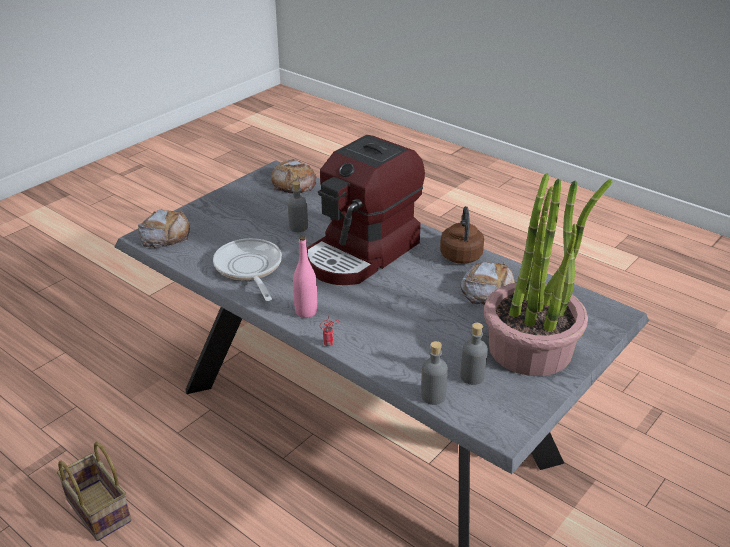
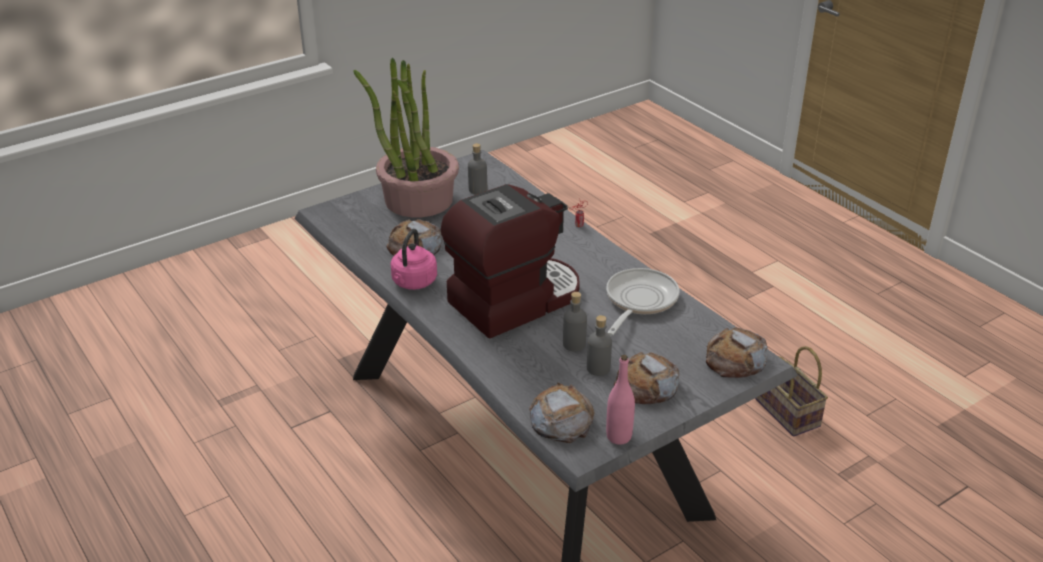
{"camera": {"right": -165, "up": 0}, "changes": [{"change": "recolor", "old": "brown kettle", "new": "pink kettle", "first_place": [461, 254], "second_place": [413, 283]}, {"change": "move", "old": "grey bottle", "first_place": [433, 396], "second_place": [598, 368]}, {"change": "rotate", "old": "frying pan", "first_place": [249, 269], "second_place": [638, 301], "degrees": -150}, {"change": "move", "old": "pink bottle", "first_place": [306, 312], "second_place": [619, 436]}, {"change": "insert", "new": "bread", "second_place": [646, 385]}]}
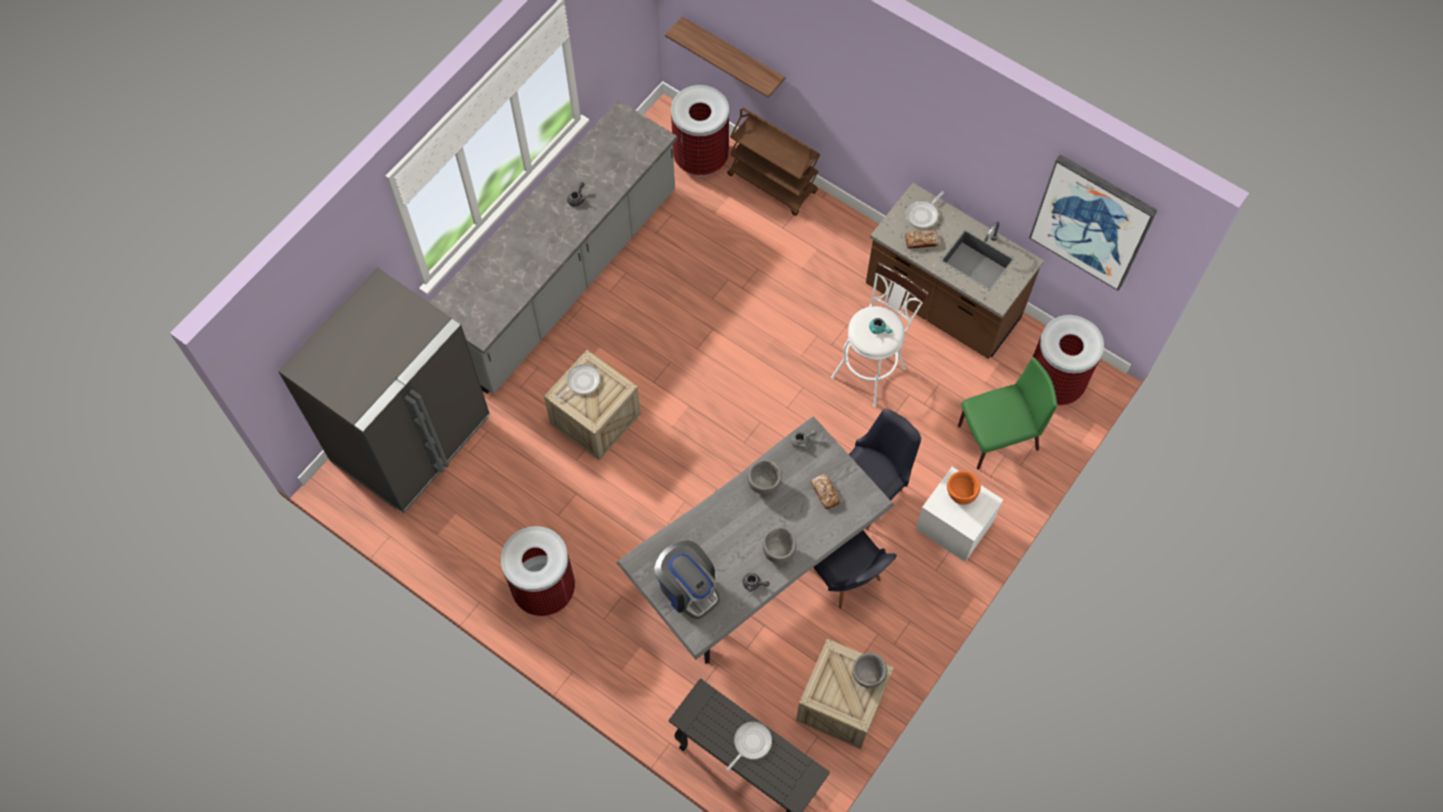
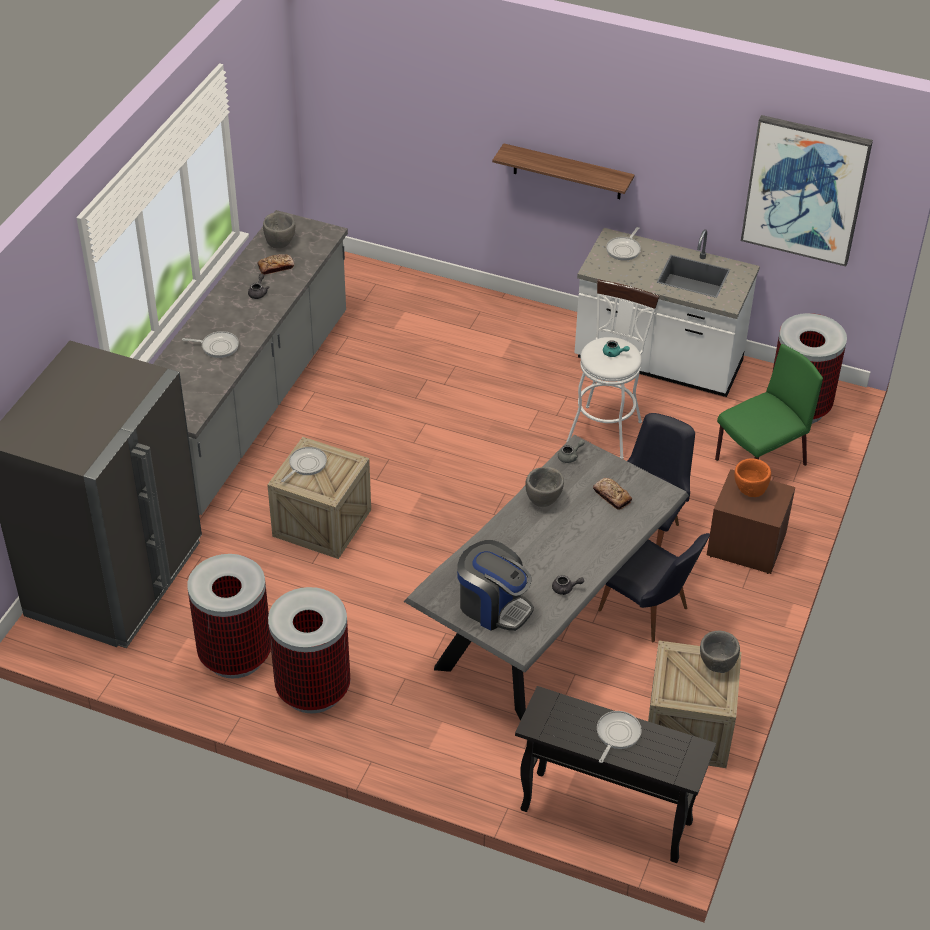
{"camera": {"right": -15, "up": -20}, "changes": [{"change": "insert", "new": "frying pan", "second_place": [217, 346]}, {"change": "move", "old": "trash can", "first_place": [700, 158], "second_place": [235, 655]}, {"change": "move", "old": "bread", "first_place": [921, 241], "second_place": [276, 267]}, {"change": "move", "old": "grey bowl", "first_place": [778, 552], "second_place": [280, 243]}, {"change": "move", "old": "shelf", "first_place": [733, 55], "second_place": [567, 172]}, {"change": "recolor", "old": "brown counter", "new": "white counter", "first_place": [941, 305], "second_place": [658, 363]}, {"change": "recolor", "old": "white nightstand", "new": "brown nightstand", "first_place": [954, 526], "second_place": [746, 545]}, {"change": "delete", "old": "brown cart", "first_place": [773, 184]}]}
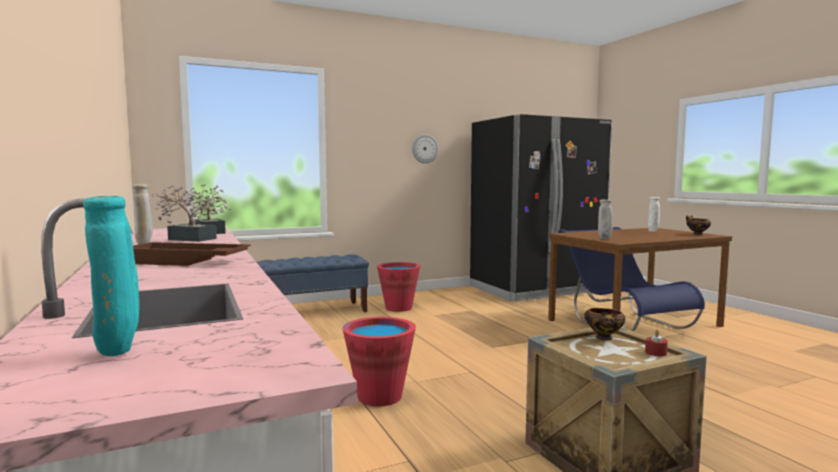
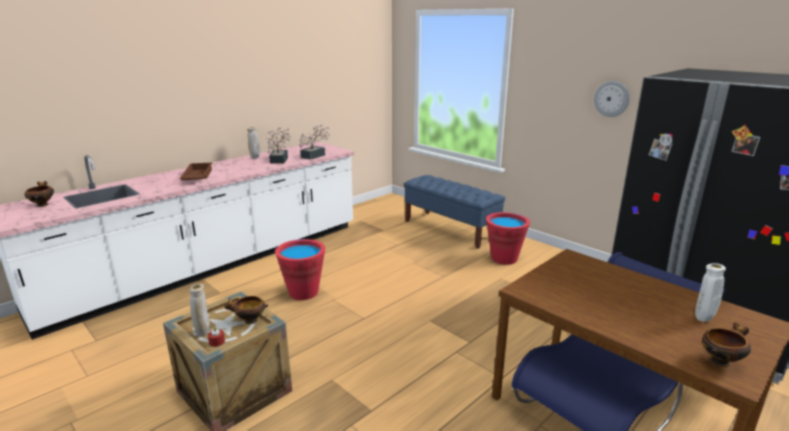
{"camera": {"right": 70, "up": 15}, "changes": [{"change": "replace", "old": "turquoise vase", "new": "bowl", "first_place": [118, 352], "second_place": [42, 205]}, {"change": "move", "old": "beige vase", "first_place": [604, 239], "second_place": [203, 333]}]}
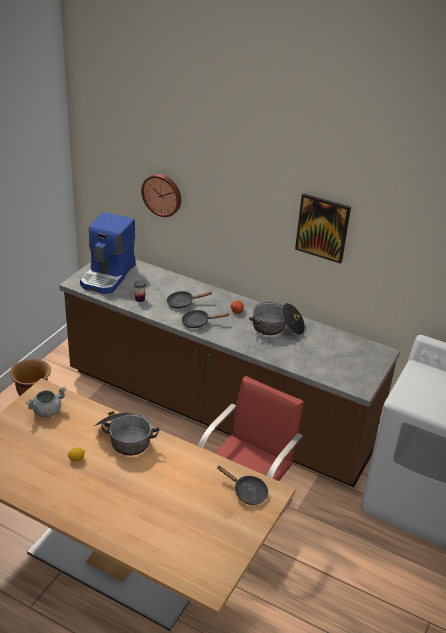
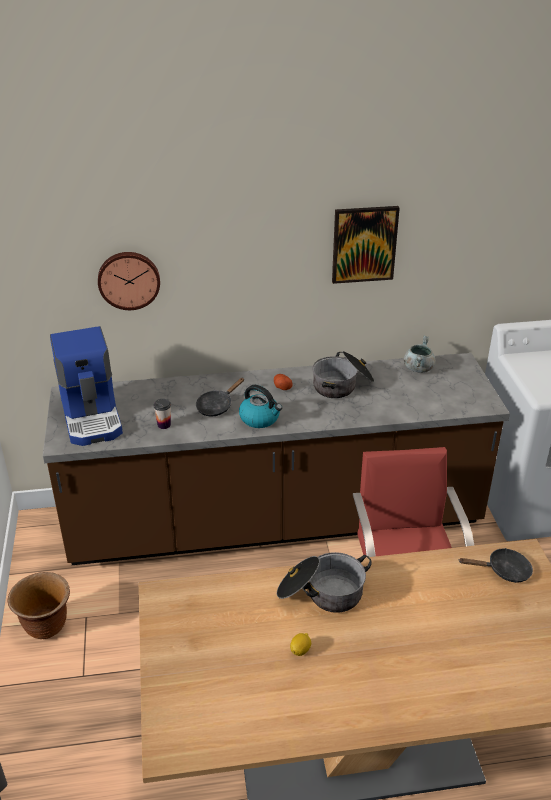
{"camera": {"right": -35, "up": 0}, "changes": [{"change": "replace", "old": "black frying pan", "new": "kettle", "first_place": [198, 322], "second_place": [260, 418]}, {"change": "move", "old": "grey cooking pot", "first_place": [47, 411], "second_place": [418, 368]}]}
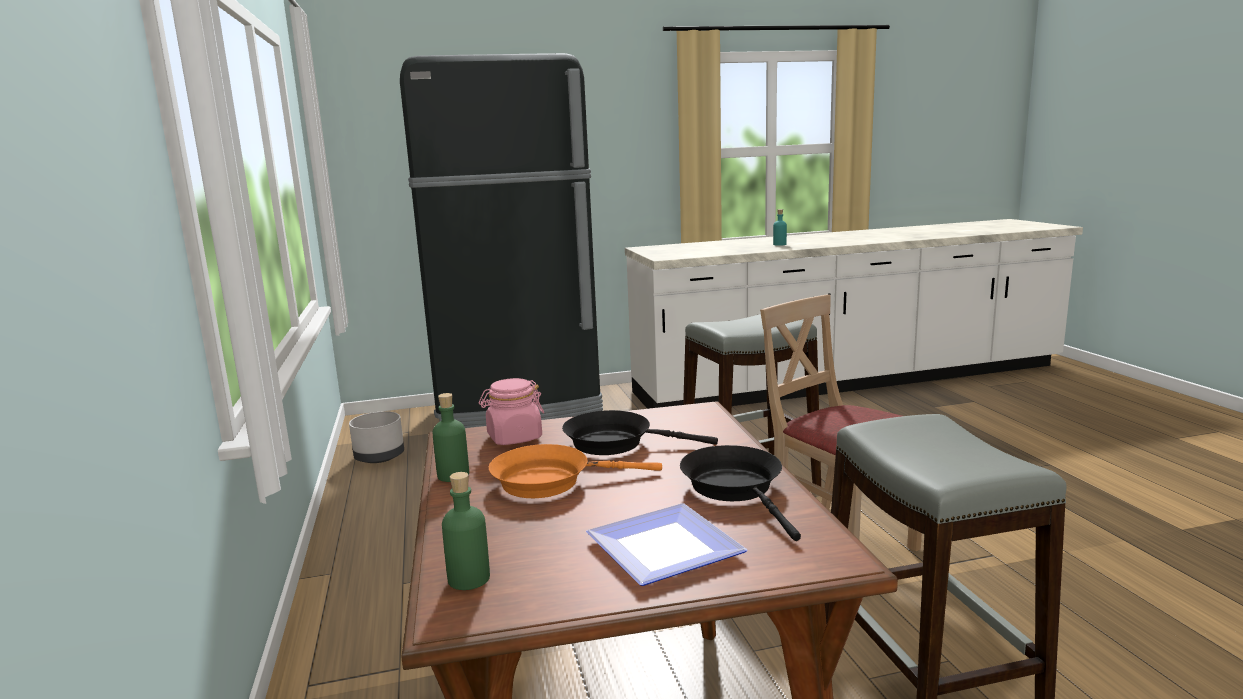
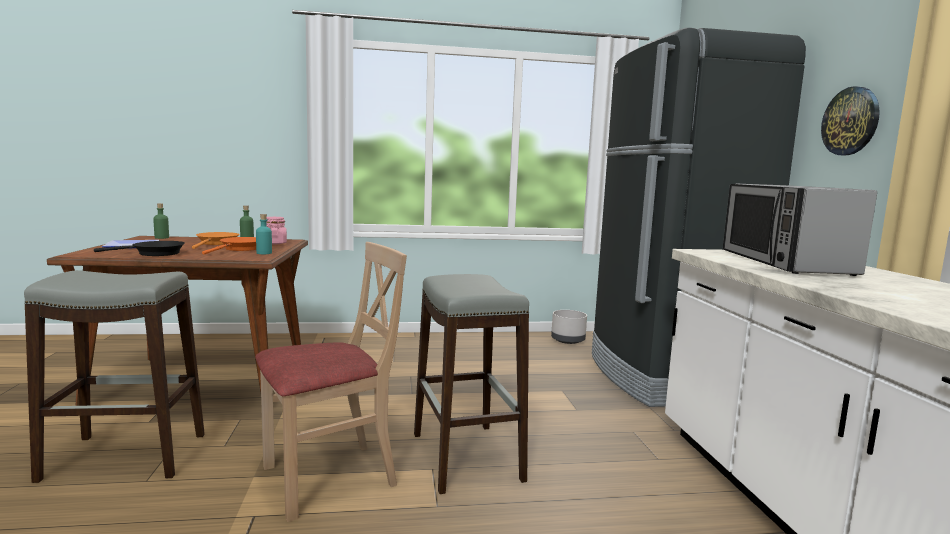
{"camera": {"right": 95, "up": -5}, "changes": [{"change": "recolor", "old": "black frying pan", "new": "orange frying pan", "first_place": [615, 443], "second_place": [240, 249]}, {"change": "move", "old": "turquoise bottle", "first_place": [779, 244], "second_place": [264, 253]}, {"change": "insert", "new": "microwave", "second_place": [784, 262]}, {"change": "insert", "new": "wall clock", "second_place": [850, 121]}]}
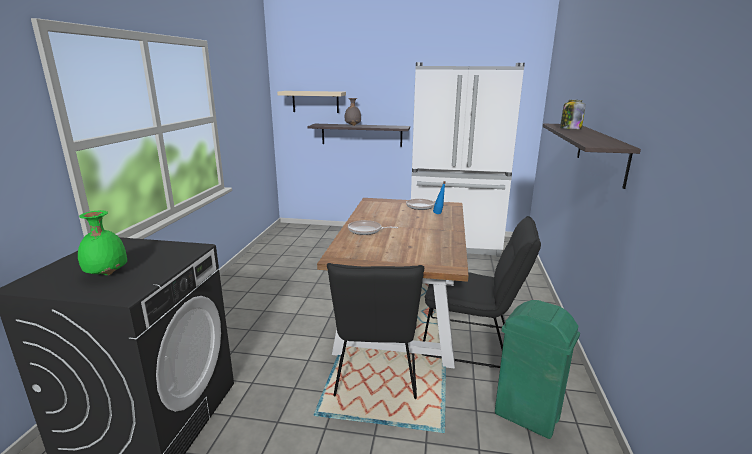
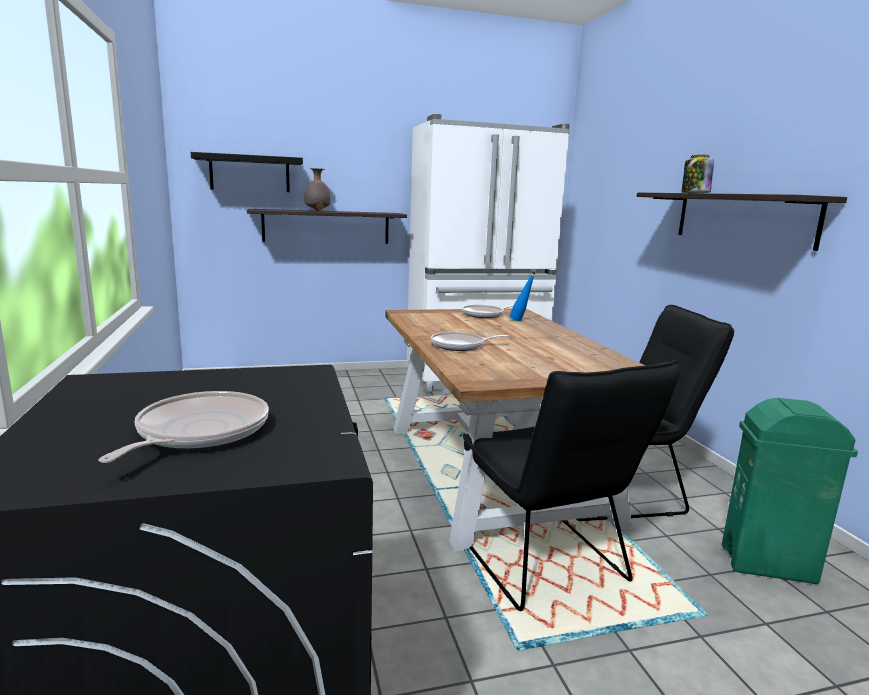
{"camera": {"right": -25, "up": -5}, "changes": [{"change": "replace", "old": "green vase", "new": "frying pan", "first_place": [106, 274], "second_place": [198, 432]}, {"change": "recolor", "old": "beige shelf", "new": "black shelf", "first_place": [315, 101], "second_place": [250, 173]}]}
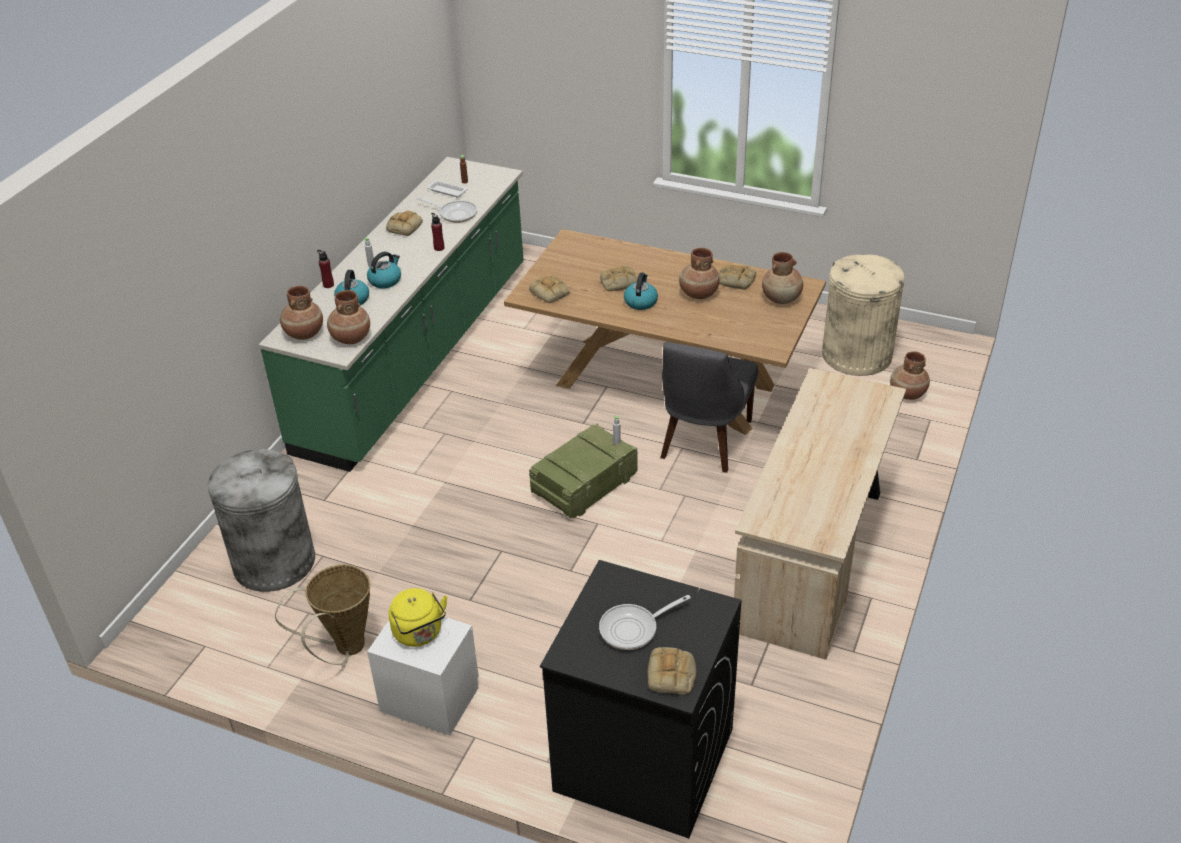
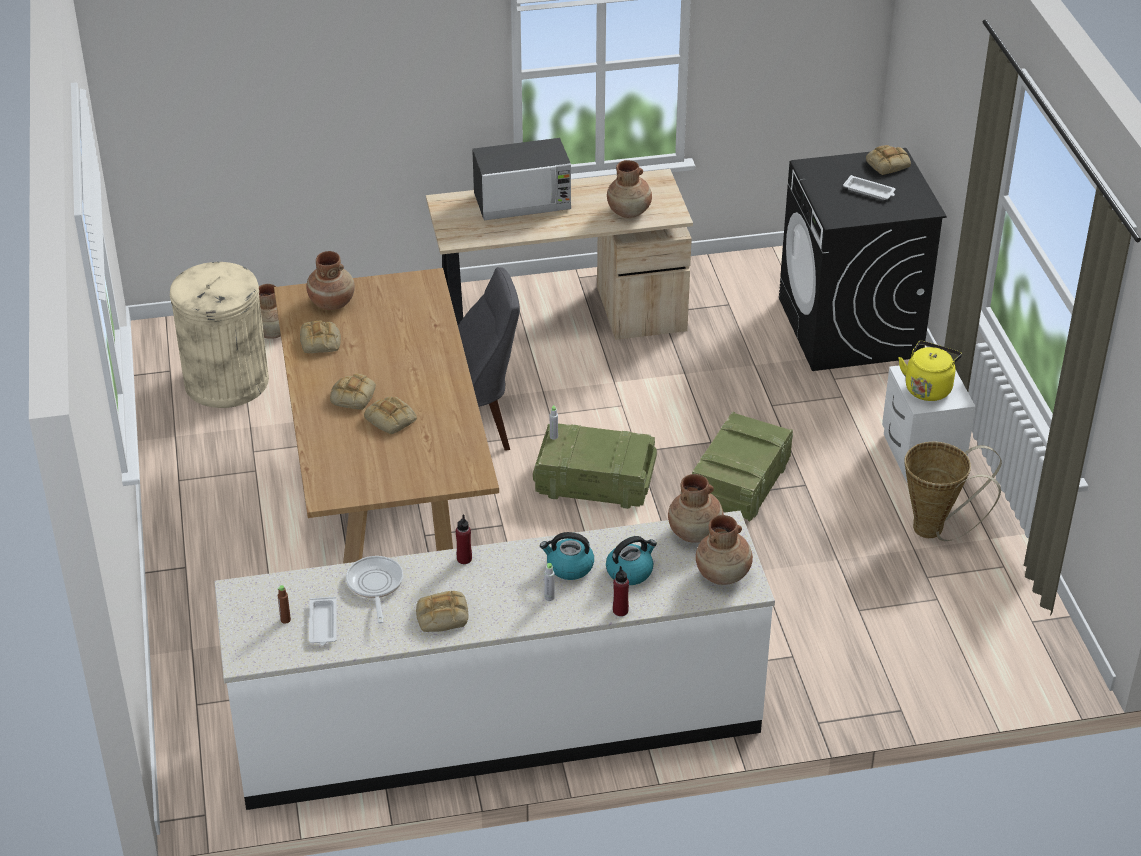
{"camera": {"right": -125, "up": 0}, "changes": [{"change": "recolor", "old": "green counter", "new": "white counter", "first_place": [417, 357], "second_place": [497, 723]}, {"change": "move", "old": "bread", "first_place": [550, 293], "second_place": [352, 395]}, {"change": "insert", "new": "microwave", "second_place": [523, 202]}, {"change": "move", "old": "brown vase", "first_place": [698, 294], "second_place": [629, 211]}, {"change": "insert", "new": "crate", "second_place": [739, 484]}, {"change": "replace", "old": "frying pan", "new": "white tray", "first_place": [633, 629], "second_place": [869, 191]}, {"change": "delete", "old": "grey trash can", "first_place": [274, 561]}, {"change": "delete", "old": "kettle", "first_place": [640, 302]}]}
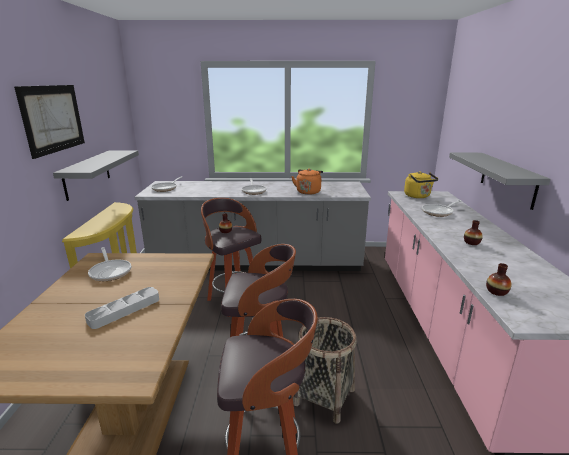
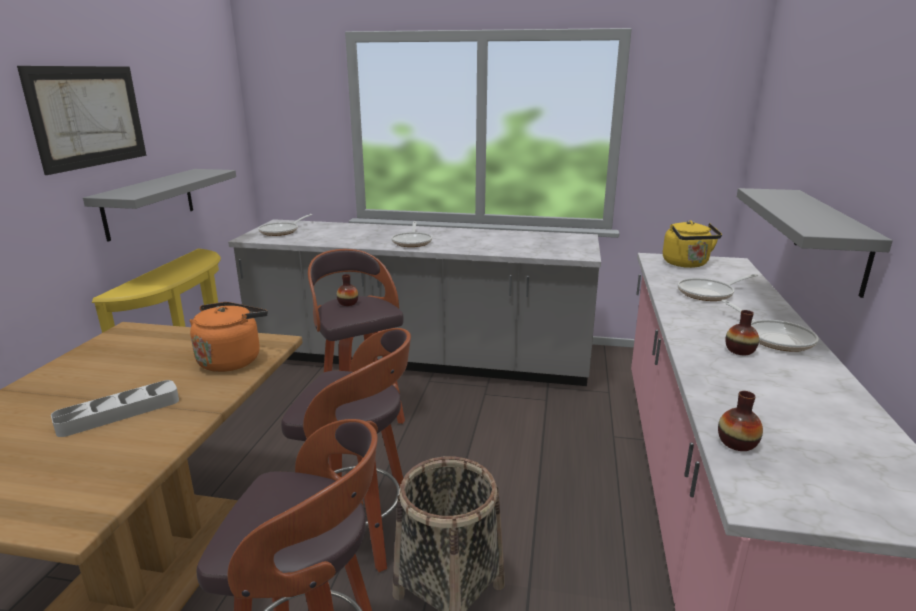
{"camera": {"right": 10, "up": 0}, "changes": [{"change": "move", "old": "orange kettle", "first_place": [308, 191], "second_place": [232, 360]}, {"change": "move", "old": "frying pan", "first_place": [110, 271], "second_place": [774, 338]}]}
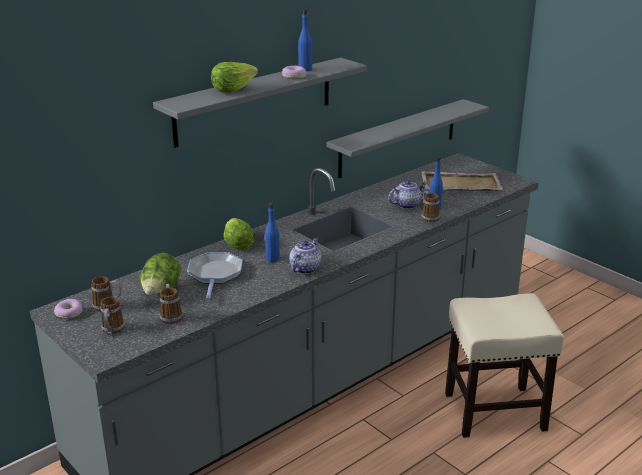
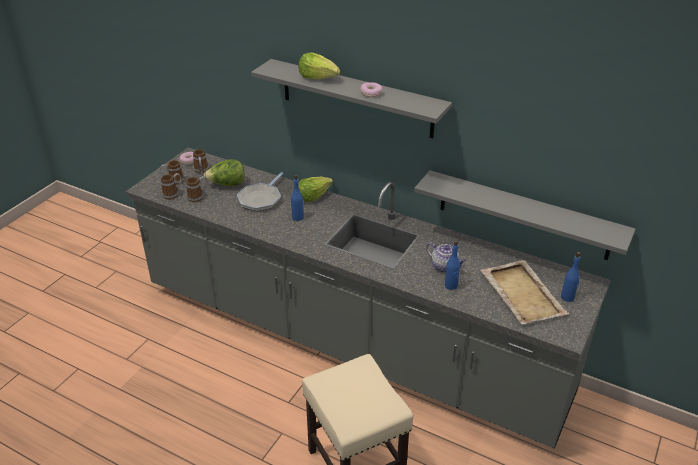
{"camera": {"right": 70, "up": 10}, "changes": [{"change": "move", "old": "mug", "first_place": [428, 217], "second_place": [173, 194]}, {"change": "rotate", "old": "frying pan", "first_place": [215, 275], "second_place": [261, 199], "degrees": 135}, {"change": "move", "old": "blue bottle", "first_place": [305, 69], "second_place": [567, 297]}, {"change": "delete", "old": "teapot", "first_place": [305, 268]}]}
